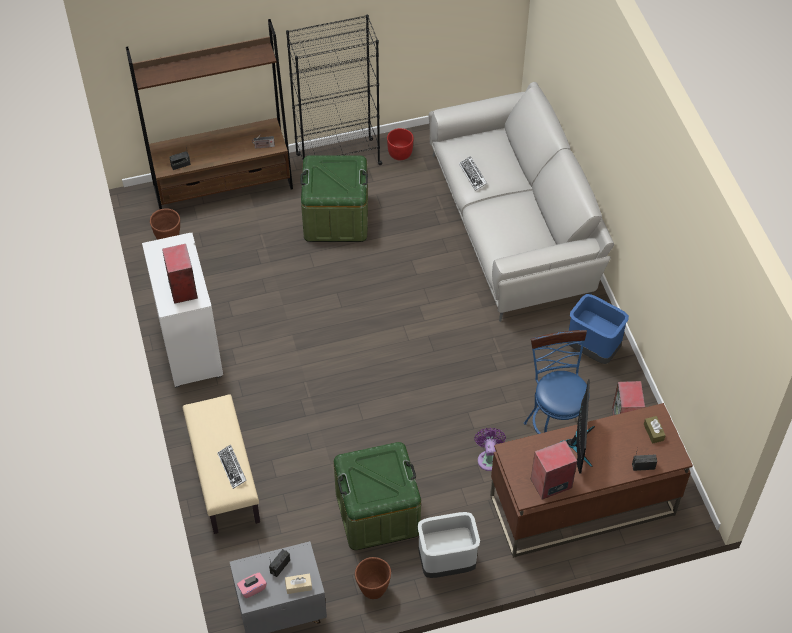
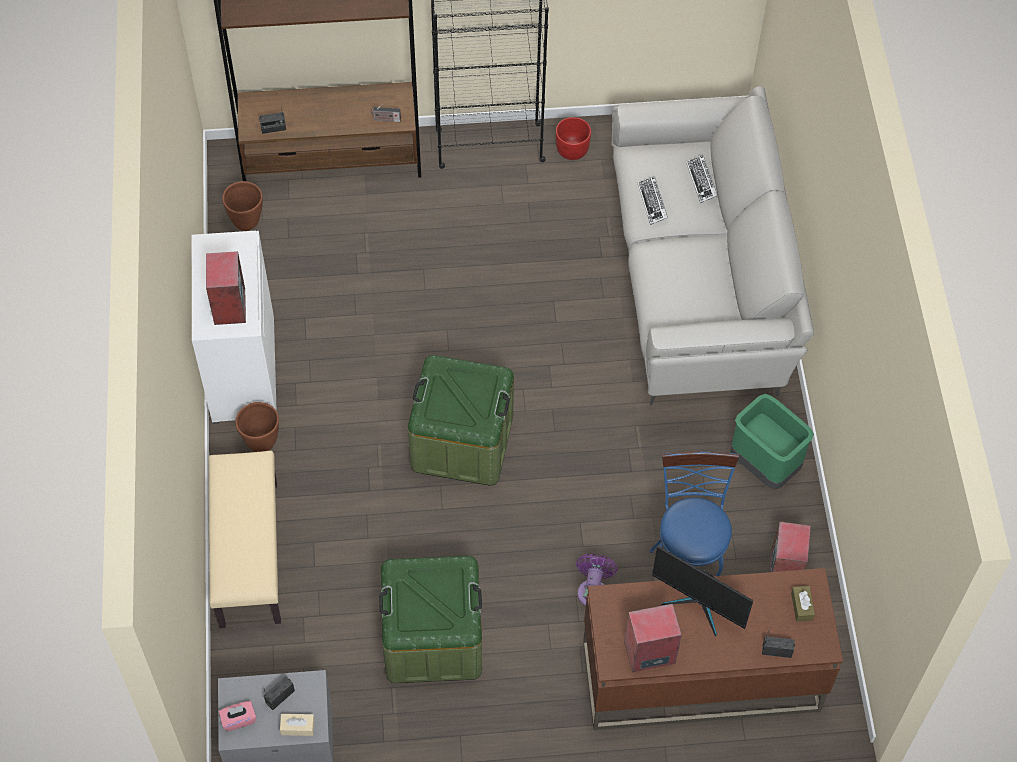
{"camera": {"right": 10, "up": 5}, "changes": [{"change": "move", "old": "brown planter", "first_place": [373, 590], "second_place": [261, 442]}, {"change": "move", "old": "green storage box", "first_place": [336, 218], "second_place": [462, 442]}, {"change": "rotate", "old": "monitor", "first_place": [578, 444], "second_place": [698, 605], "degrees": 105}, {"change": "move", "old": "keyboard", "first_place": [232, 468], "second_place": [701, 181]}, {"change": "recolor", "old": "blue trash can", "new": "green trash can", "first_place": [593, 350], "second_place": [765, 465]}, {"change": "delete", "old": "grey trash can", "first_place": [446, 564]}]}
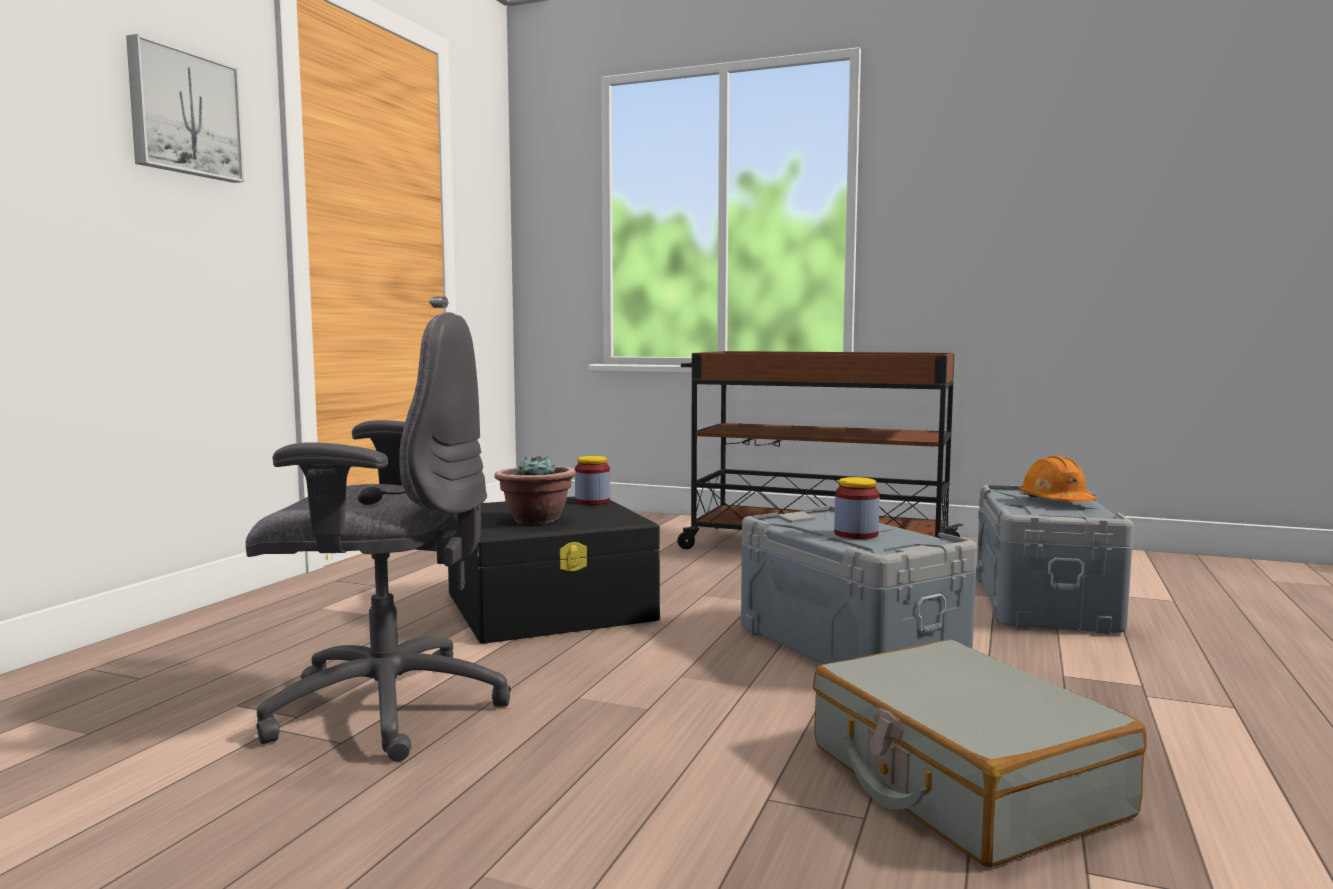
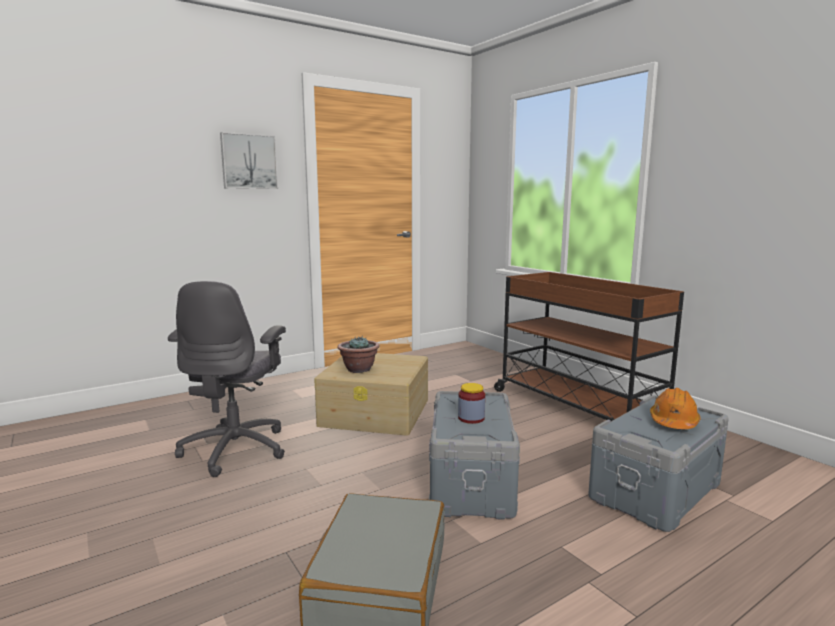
{"camera": {"right": 35, "up": 5}, "changes": [{"change": "rotate", "old": "grey office chair", "first_place": [384, 708], "second_place": [236, 449], "degrees": 60}, {"change": "recolor", "old": "black storage box", "new": "beige storage box", "first_place": [551, 605], "second_place": [376, 412]}, {"change": "delete", "old": "jar", "first_place": [592, 501]}]}
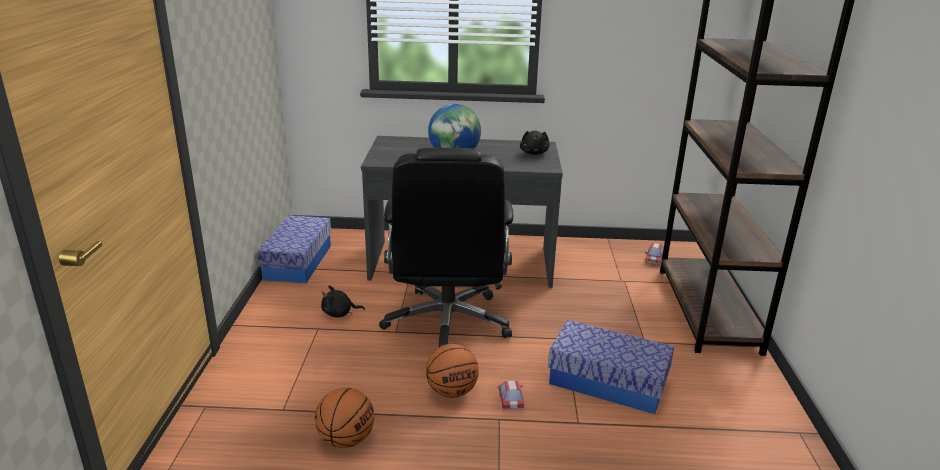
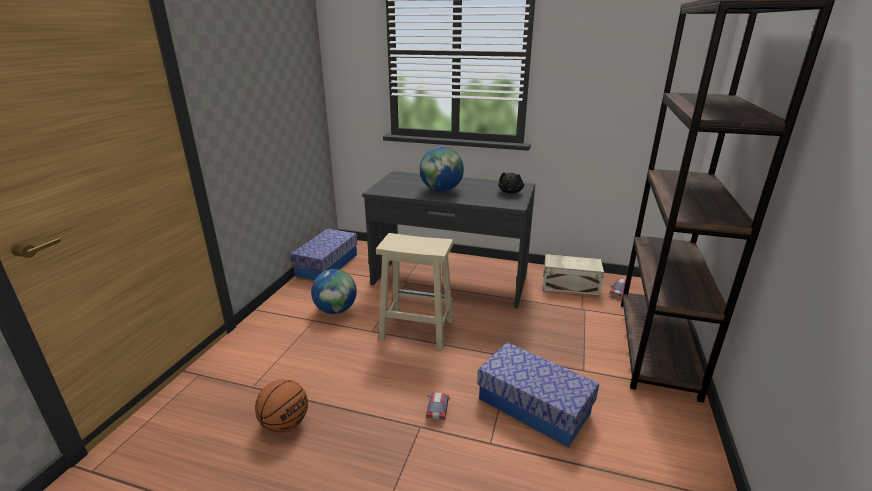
{"camera": {"right": 15, "up": 0}, "changes": [{"change": "replace", "old": "black plush toy", "new": "globe", "first_place": [339, 313], "second_place": [336, 310]}, {"change": "replace", "old": "black office chair", "new": "beige stool", "first_place": [447, 324], "second_place": [415, 330]}, {"change": "insert", "new": "beige storage box", "second_place": [569, 286]}, {"change": "delete", "old": "basketball", "first_place": [451, 391]}]}
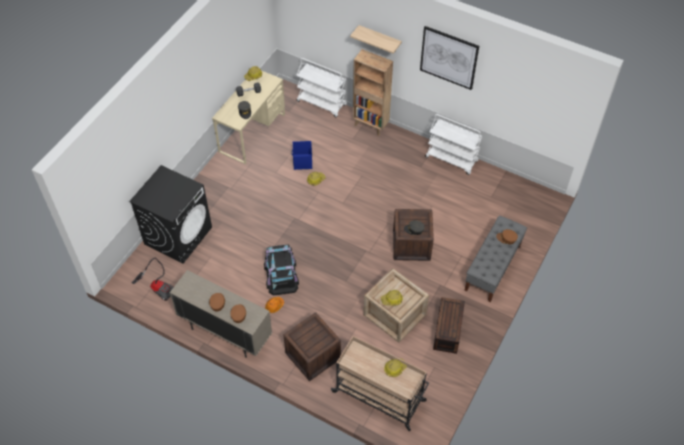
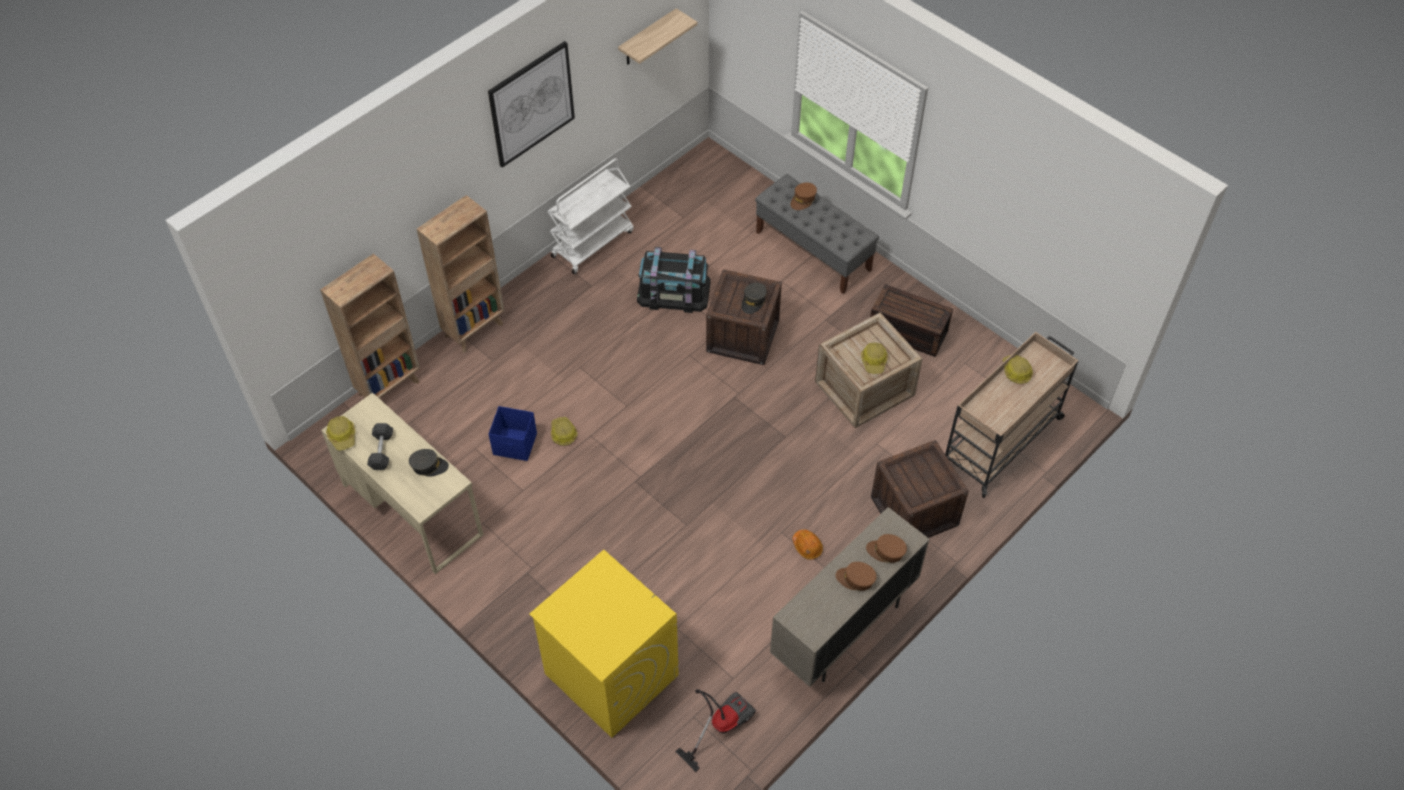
{"camera": {"right": -75, "up": 0}, "changes": [{"change": "replace", "old": "white cart", "new": "brown bookcase", "first_place": [322, 103], "second_place": [390, 387]}, {"change": "recolor", "old": "black washing machine", "new": "yellow washing machine", "first_place": [178, 235], "second_place": [610, 674]}, {"change": "move", "old": "shelf", "first_place": [379, 39], "second_place": [647, 38]}, {"change": "move", "old": "black storage box", "first_place": [281, 275], "second_place": [673, 292]}]}
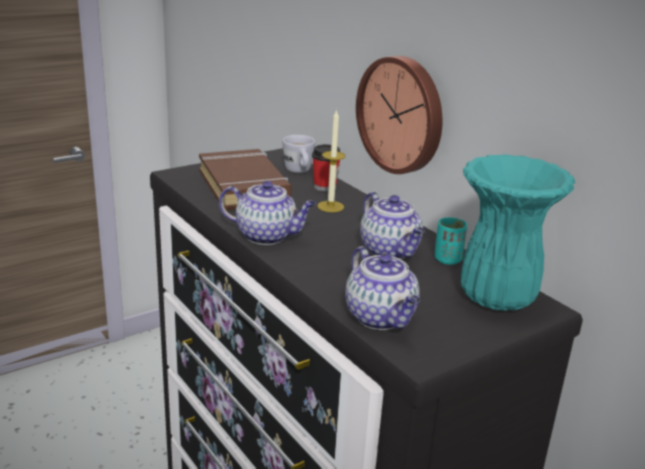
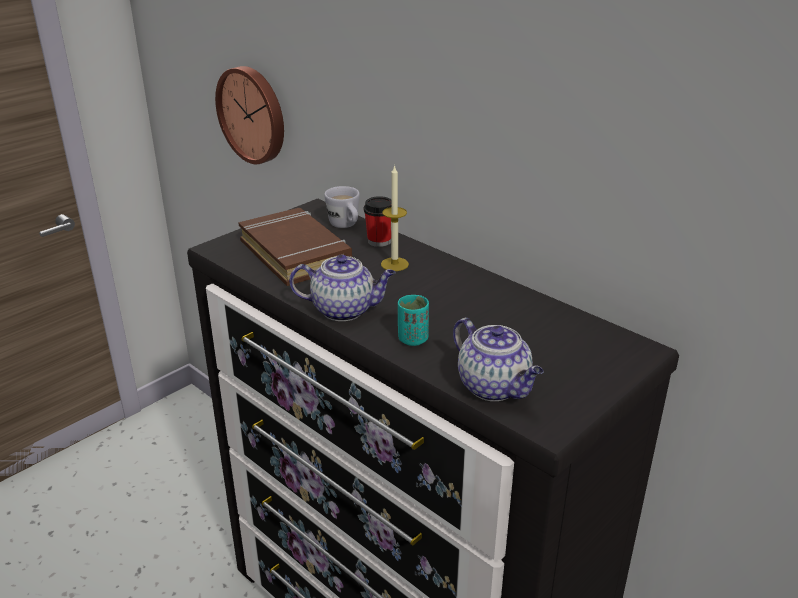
{"camera": {"right": -10, "up": 5}, "changes": [{"change": "move", "old": "wall clock", "first_place": [402, 114], "second_place": [253, 114]}, {"change": "move", "old": "turquoise cup", "first_place": [447, 259], "second_place": [413, 339]}, {"change": "delete", "old": "teapot", "first_place": [390, 251]}, {"change": "delete", "old": "turquoise vase", "first_place": [498, 298]}]}
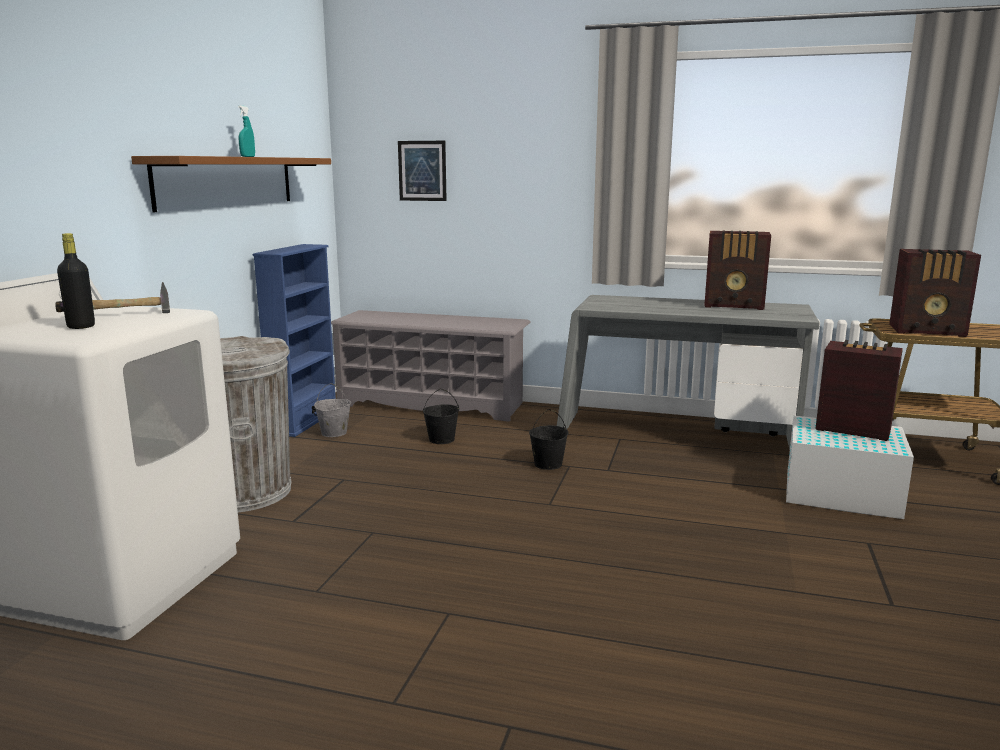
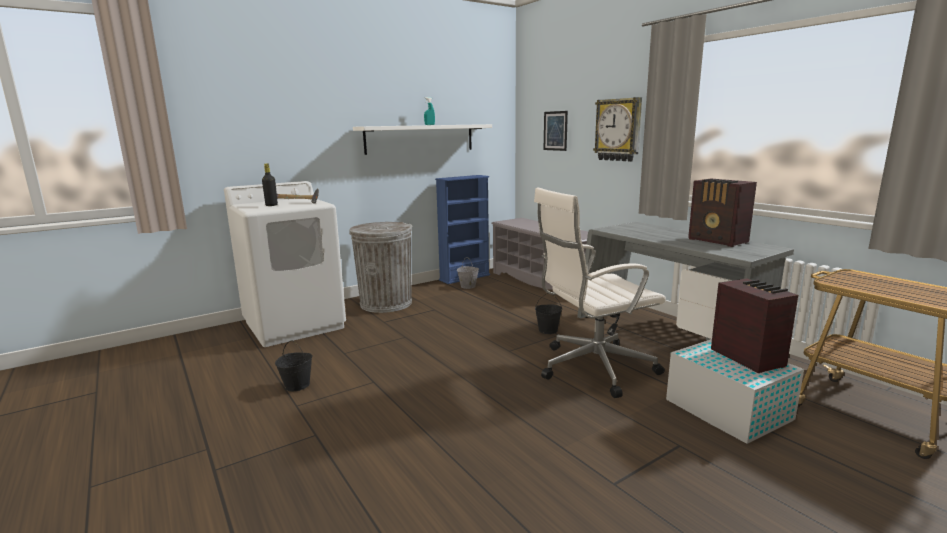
{"camera": {"right": 40, "up": 0}, "changes": [{"change": "move", "old": "black bucket", "first_place": [442, 439], "second_place": [297, 385]}, {"change": "recolor", "old": "brown shelf", "new": "white shelf", "first_place": [227, 181], "second_place": [420, 138]}, {"change": "insert", "new": "white office chair", "second_place": [592, 368]}, {"change": "insert", "new": "wall clock", "second_place": [618, 130]}, {"change": "delete", "old": "radio", "first_place": [928, 331]}]}
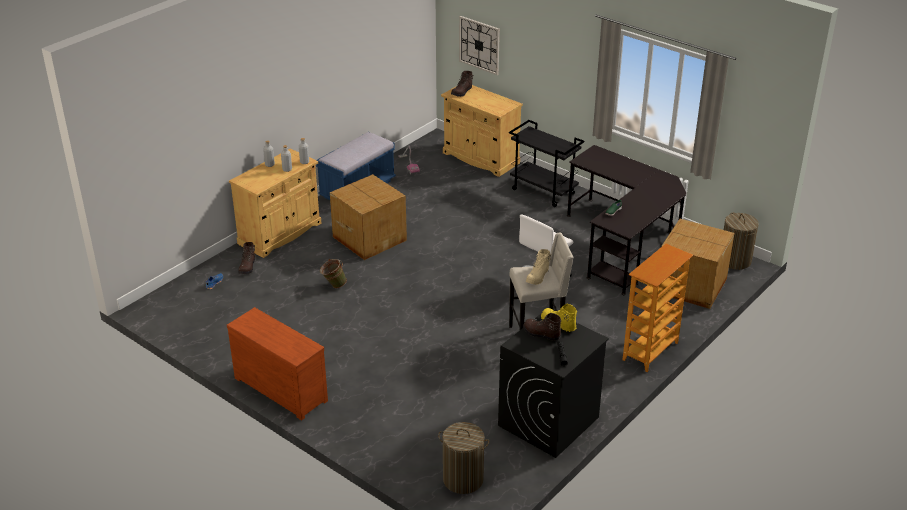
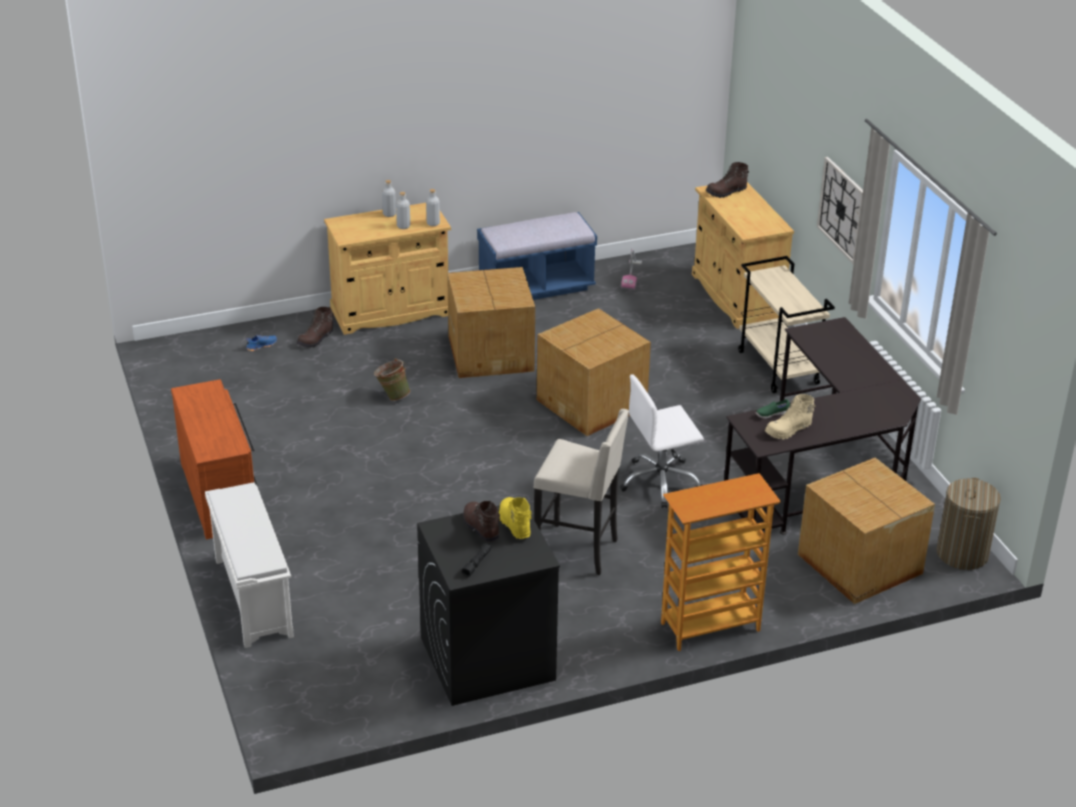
{"camera": {"right": 30, "up": 0}, "changes": [{"change": "insert", "new": "white shoe rack", "second_place": [252, 597]}, {"change": "insert", "new": "cardboard box", "second_place": [593, 404]}, {"change": "recolor", "old": "black cart", "new": "beige cart", "first_place": [544, 191], "second_place": [779, 368]}, {"change": "move", "old": "beige boot", "first_place": [538, 277], "second_place": [788, 430]}, {"change": "move", "old": "wall clock", "first_place": [479, 45], "second_place": [842, 210]}, {"change": "delete", "old": "laundry basket", "first_place": [463, 479]}]}
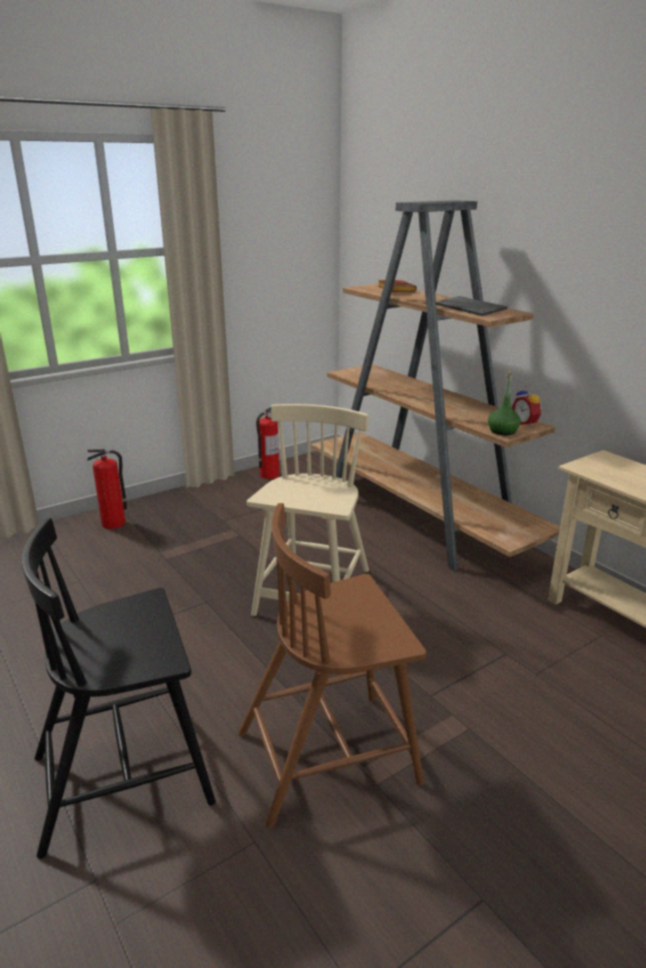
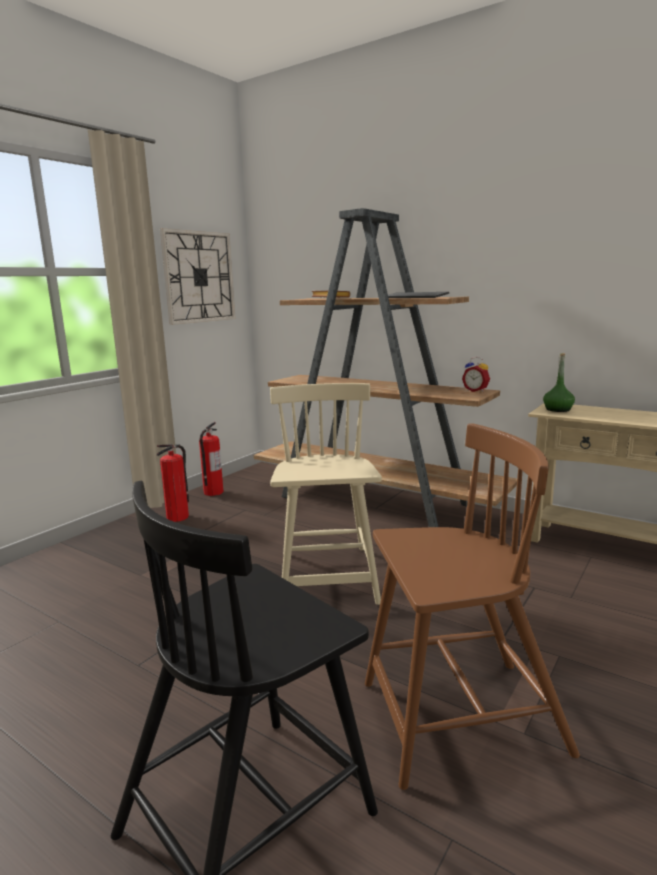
{"camera": {"right": -20, "up": -10}, "changes": [{"change": "move", "old": "fire extinguisher", "first_place": [114, 523], "second_place": [178, 517]}, {"change": "insert", "new": "wall clock", "second_place": [199, 277]}, {"change": "rotate", "old": "brown chair", "first_place": [330, 755], "second_place": [458, 719], "degrees": -150}, {"change": "move", "old": "green bottle", "first_place": [502, 431], "second_place": [558, 409]}]}
